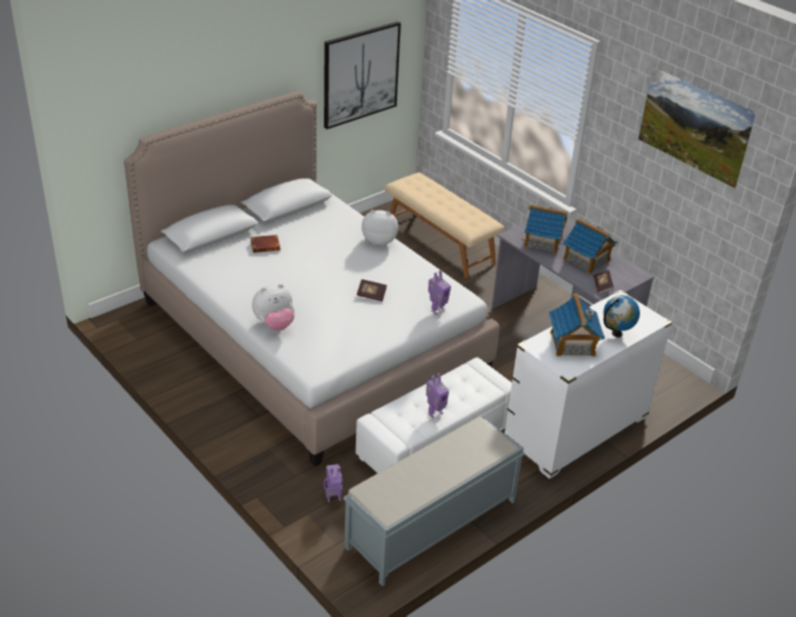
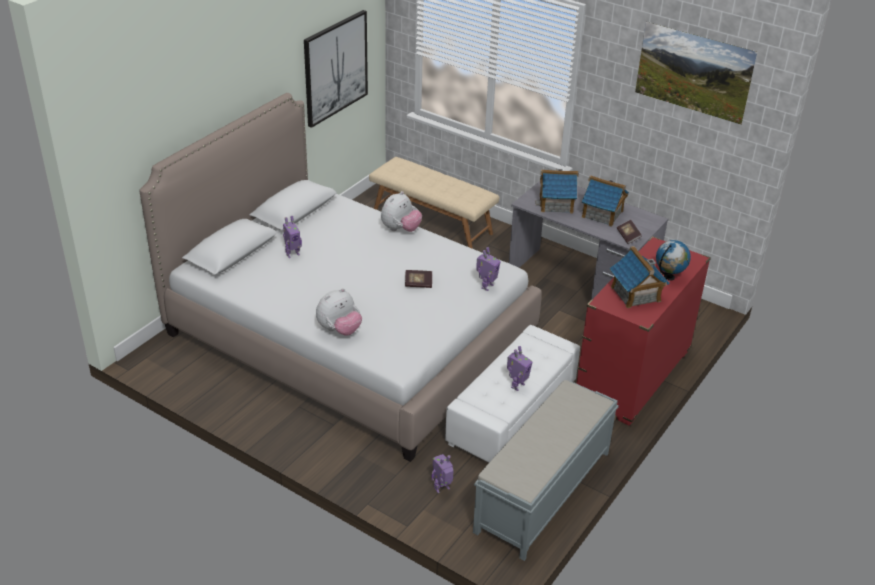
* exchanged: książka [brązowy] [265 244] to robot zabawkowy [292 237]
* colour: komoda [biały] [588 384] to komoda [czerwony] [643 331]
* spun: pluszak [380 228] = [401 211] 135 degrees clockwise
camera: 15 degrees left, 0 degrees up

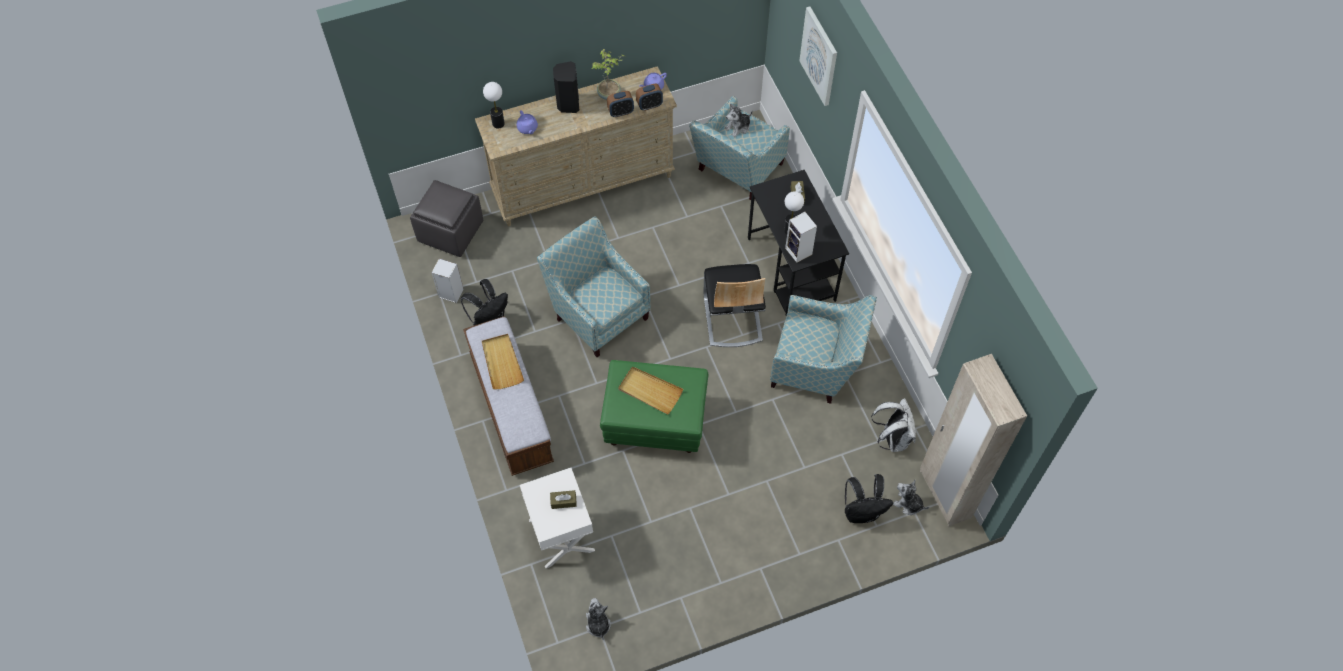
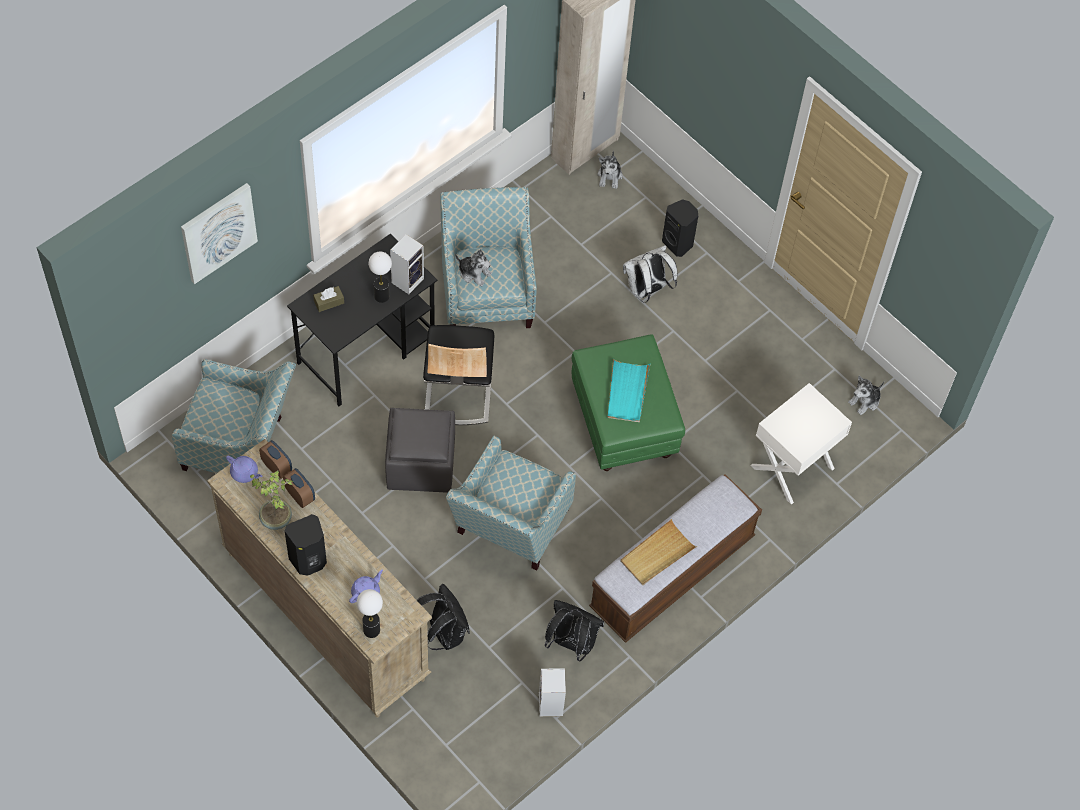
* missing: pudełko chusteczek [brązowy] [563 499]
* appeared: głośnik [czarny] [680 228]
* relocated: pufa [szary] [446 218] to [420 450]
* relocated: pluszak [739 120] to [473 267]
* relocated: plecak [czarny] [869 498] to [443 617]
* relocated: plecak [biały] [893 425] to [650 274]
* colour: taca [beżowy] [650 390] to taca [turkusowy] [628 390]
* spun: krzesło [735 305] = [458 375] 120 degrees clockwise
camera: 115 degrees left, 0 degrees up

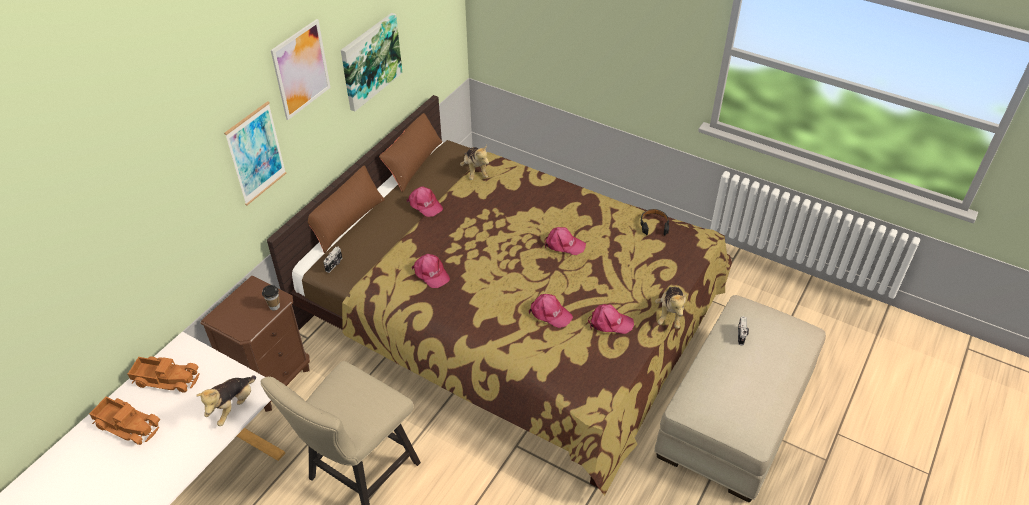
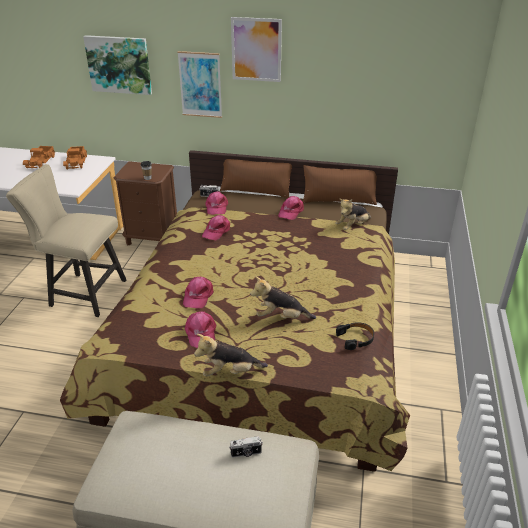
* relocated: pluszak [226 400] to [283 297]
* relocated: obraz [371 62] to [117 65]
* relocated: czapka z daszkiem [różowy] [565 241] to [216 203]
camera: 70 degrees right, 10 degrees down

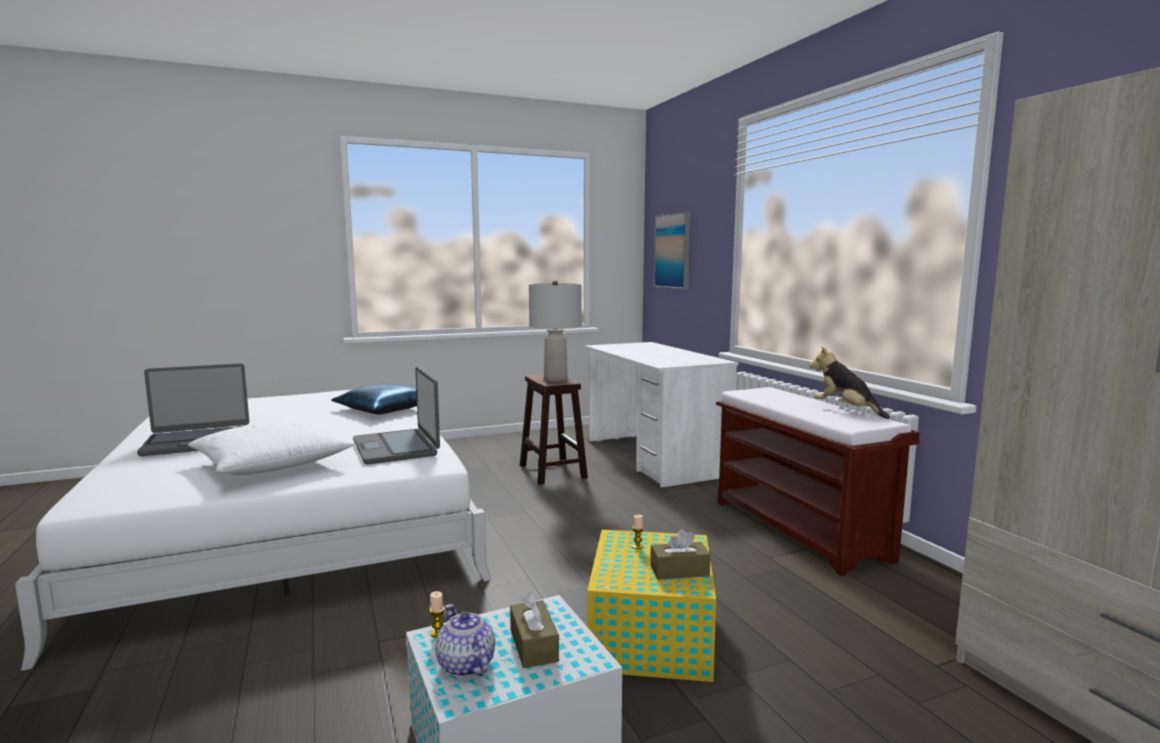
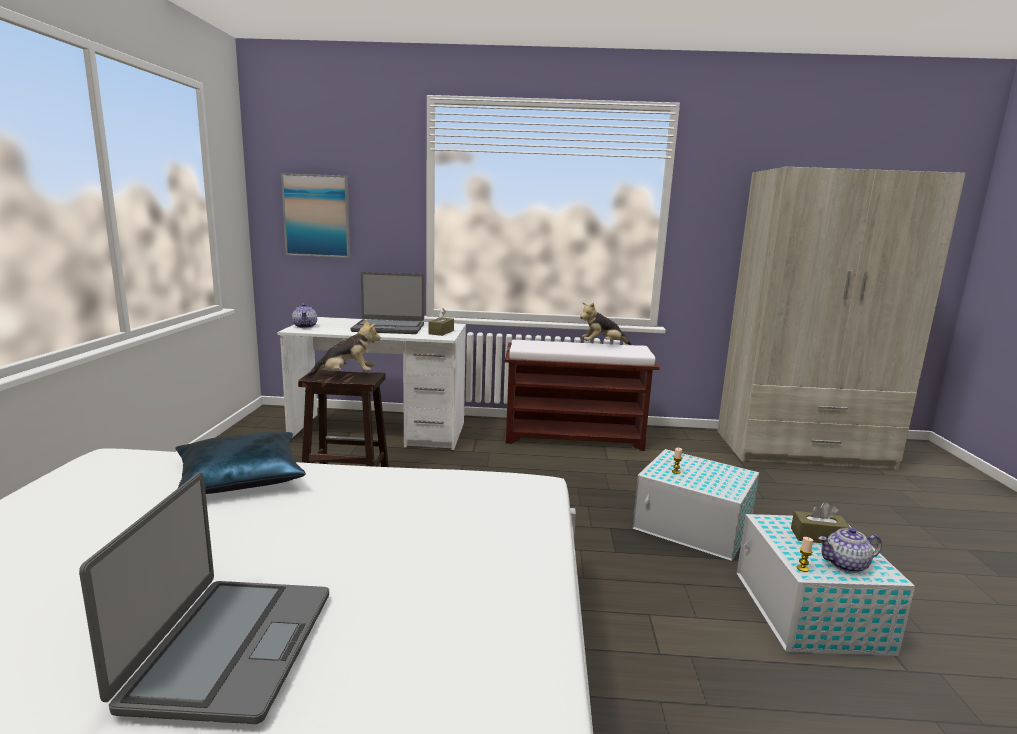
* missing: poduszka [biały] [270 447]
* appeared: imbryk [304 316]
* relocated: laptop [396 415] to [387 303]
* relocated: pudełko chusteczek [brązowy] [680 554] to [441 322]
* exchanged: lampa stołowa [szary] [555 331] to pluszak [343 348]
* colour: pojemnik do przechowywania [żółty] [651 606] to pojemnik do przechowywania [biały] [695 505]
camera: 65 degrees left, 5 degrees up

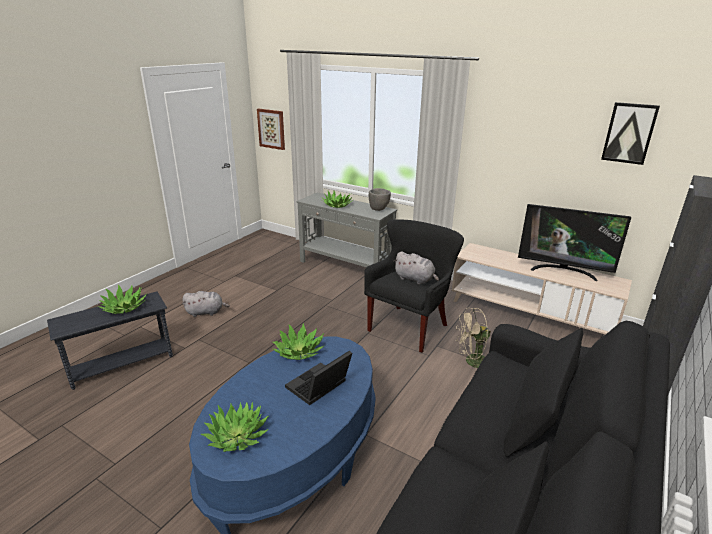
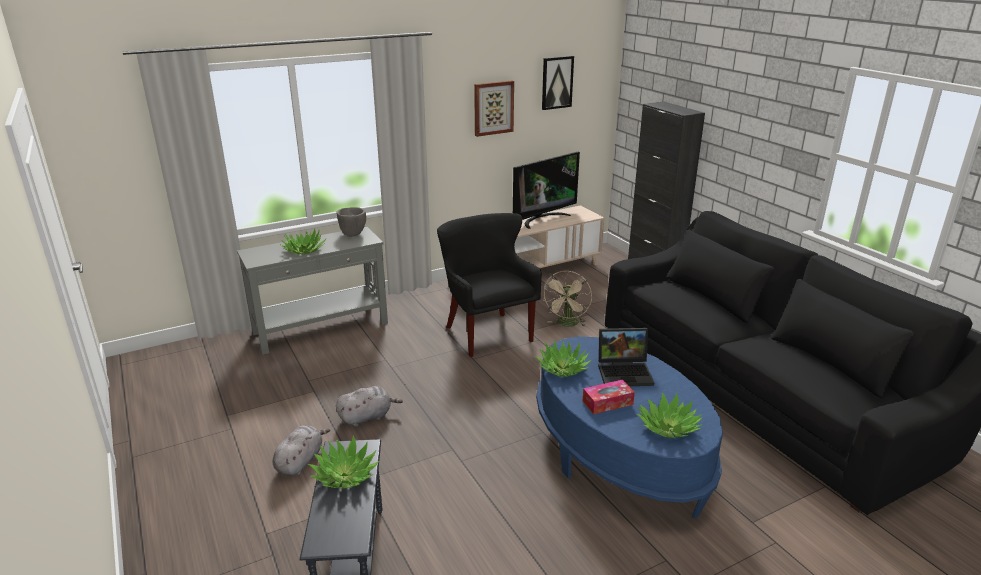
* appeared: pudełko chusteczek [609 397]
* relocated: obraz [271 129] to [494 109]
* relocated: pluszak [szary] [416 268] to [369 406]
* spun: laptop [318 378] = [626 357] 75 degrees counterclockwise
camera: 60 degrees left, 0 degrees up

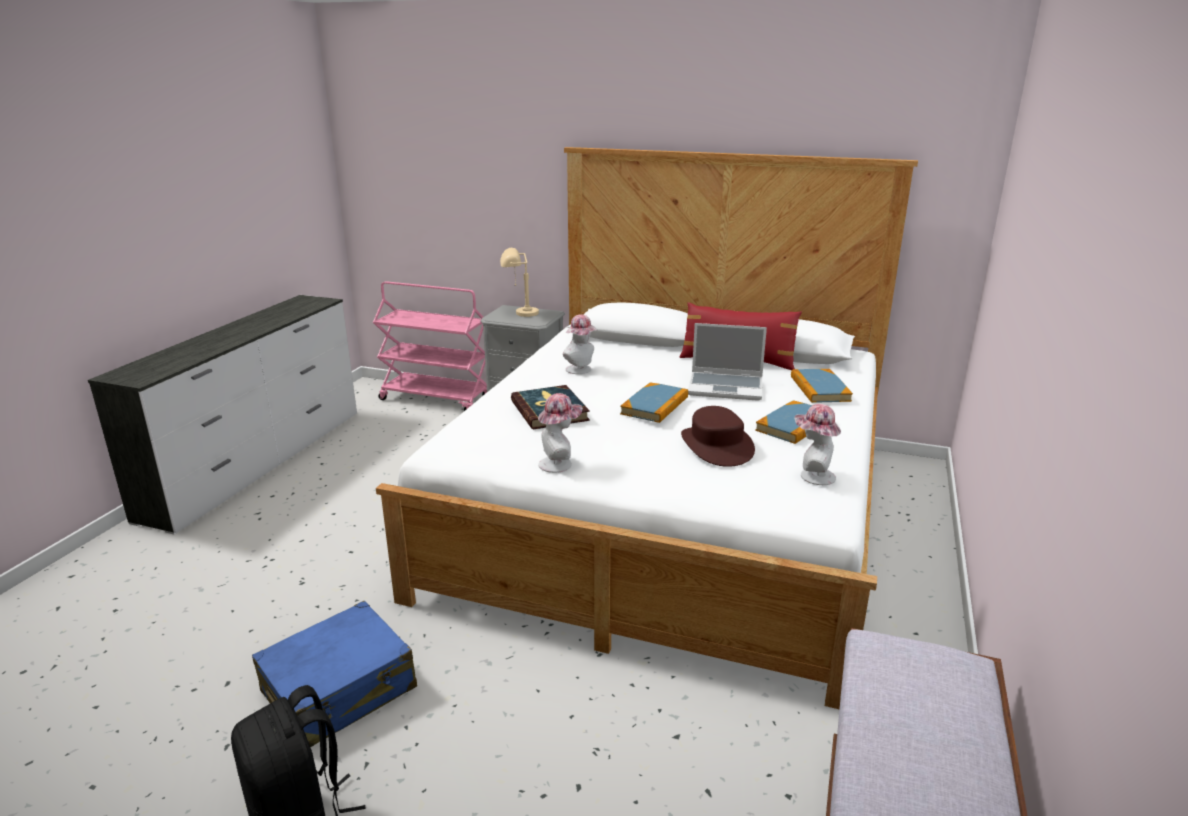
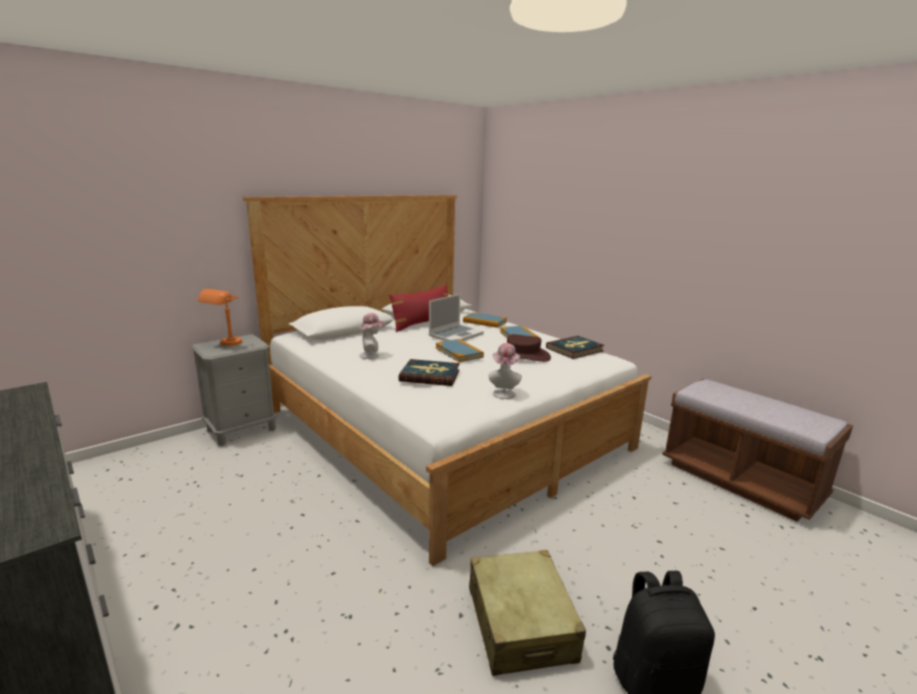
* missing: wózek [różowy] [430 346]
* exchanged: kapelusz [817 444] to książka [575 347]
* colour: walizka [niebieski] [334 674] to walizka [beżowy] [527 613]
* colour: lampa stołowa [beżowy] [519 282] to lampa stołowa [pomarańczowy] [220 317]
camera: 60 degrees left, 5 degrees down

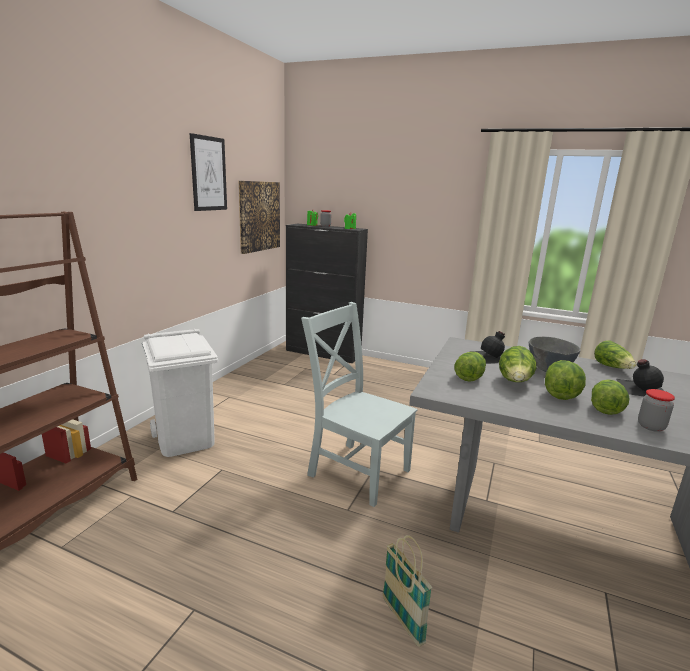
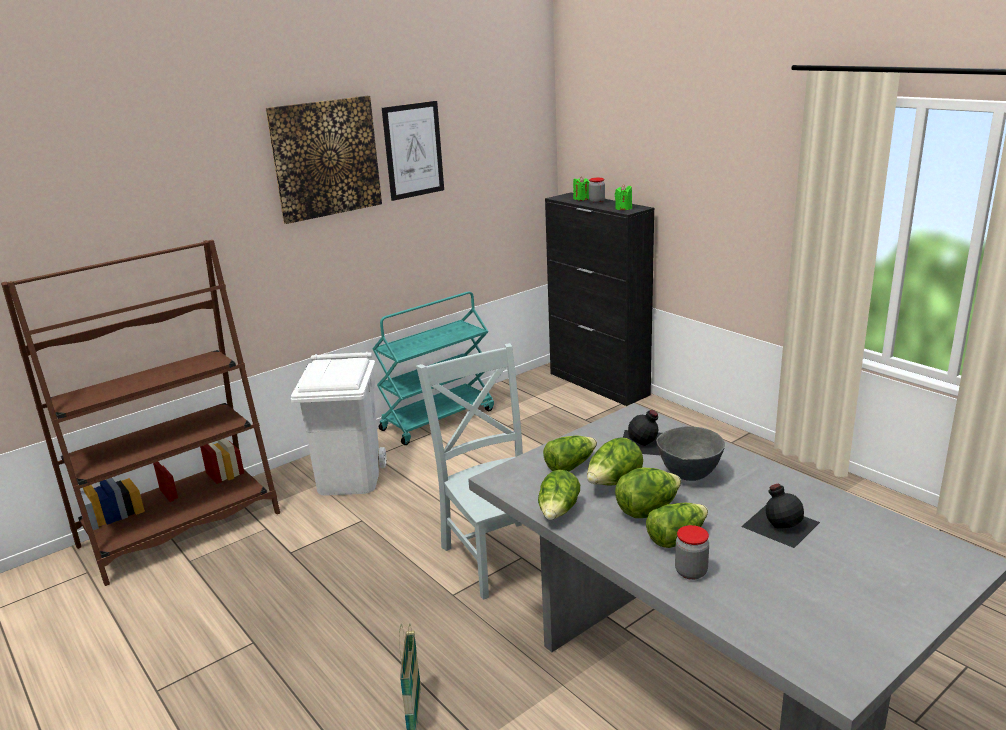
* appeared: wózek [turkusowy] [433 368]
* relocated: obraz [259 217] to [323 160]
* relocated: sałata [615 354] to [559 495]
camera: 30 degrees right, 5 degrees up

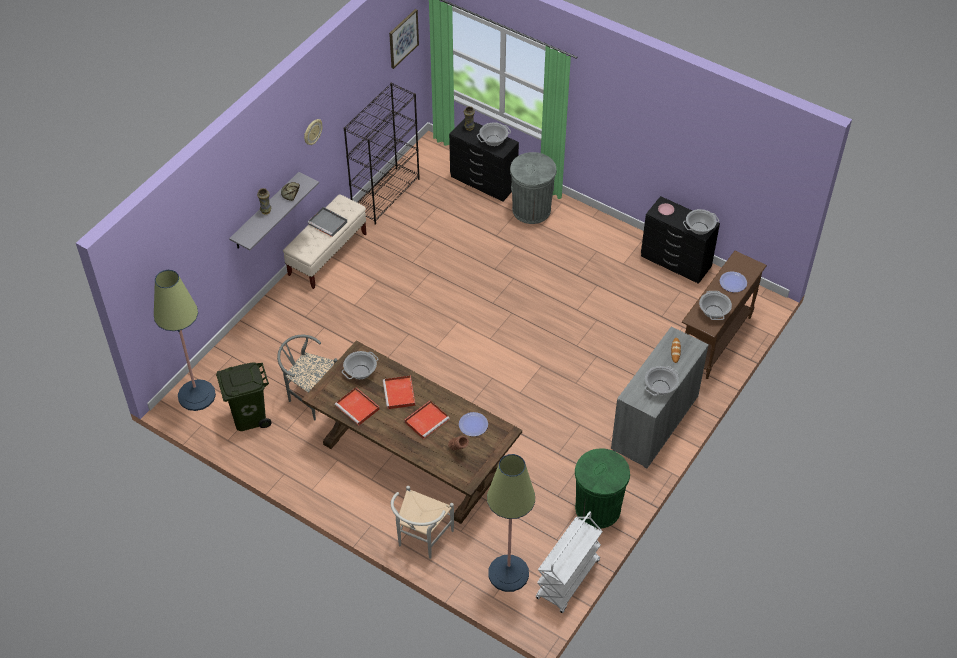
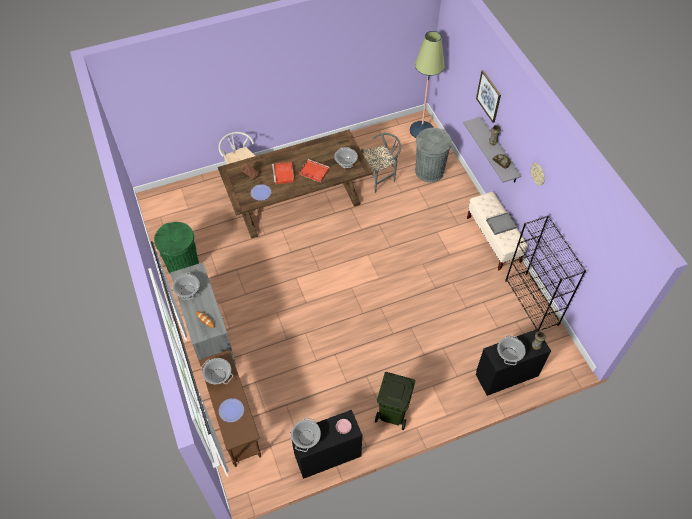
* missing: taca [czerwony] [357 406]
* missing: lampa stojąca [511 523]
* missing: wózek [biały] [569 562]
* relocated: kosz na śmieci [zielony] [244 396] to [395 401]
* relocated: obraz [404 39] to [488 96]
* relocated: kosz na śmieci [szary] [533 188] to [433 155]
camera: 125 degrees right, 5 degrees up

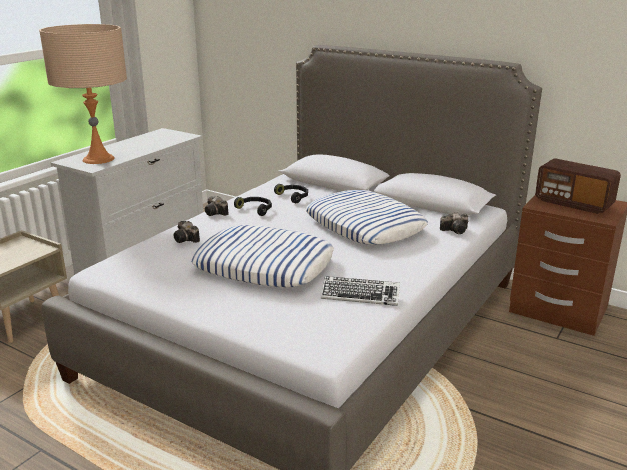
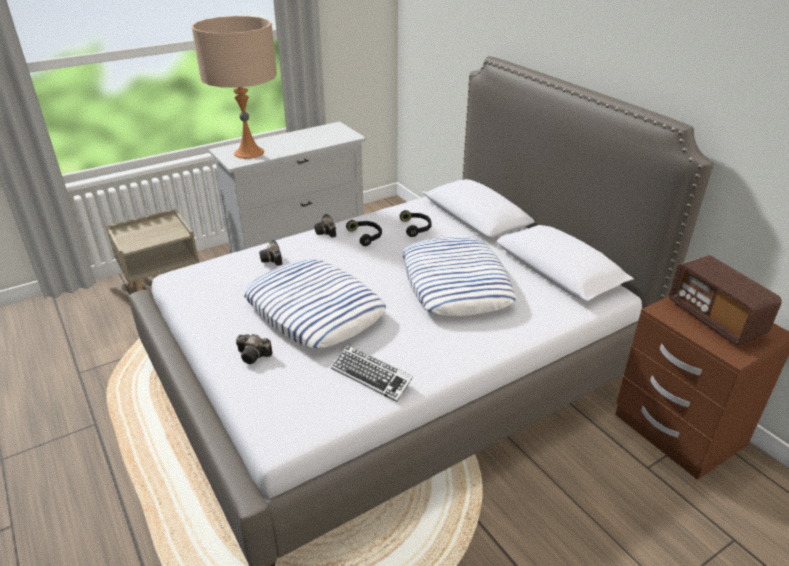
* relocated: aparat fotograficzny [454 223] to [254 349]
camera: 25 degrees right, 10 degrees up

